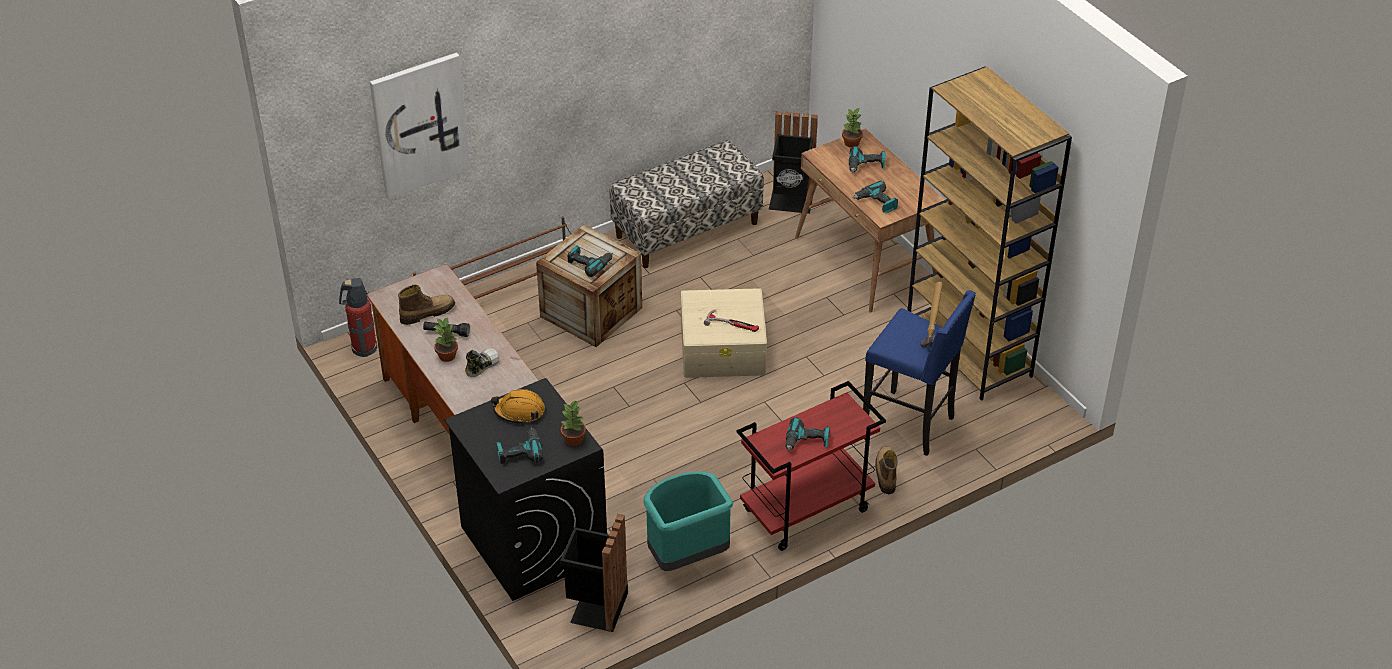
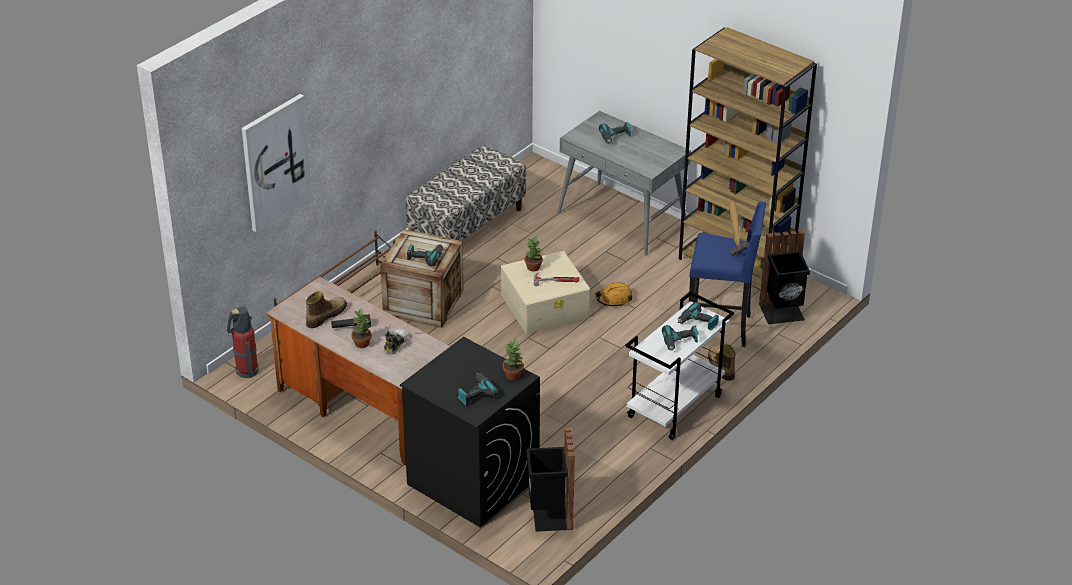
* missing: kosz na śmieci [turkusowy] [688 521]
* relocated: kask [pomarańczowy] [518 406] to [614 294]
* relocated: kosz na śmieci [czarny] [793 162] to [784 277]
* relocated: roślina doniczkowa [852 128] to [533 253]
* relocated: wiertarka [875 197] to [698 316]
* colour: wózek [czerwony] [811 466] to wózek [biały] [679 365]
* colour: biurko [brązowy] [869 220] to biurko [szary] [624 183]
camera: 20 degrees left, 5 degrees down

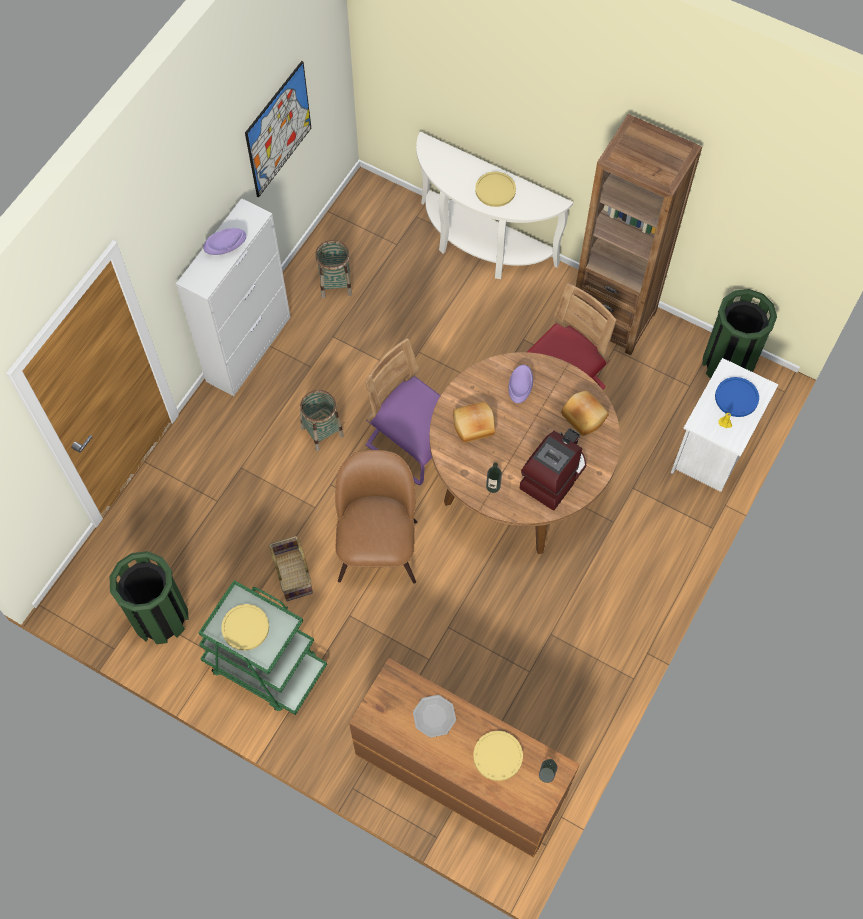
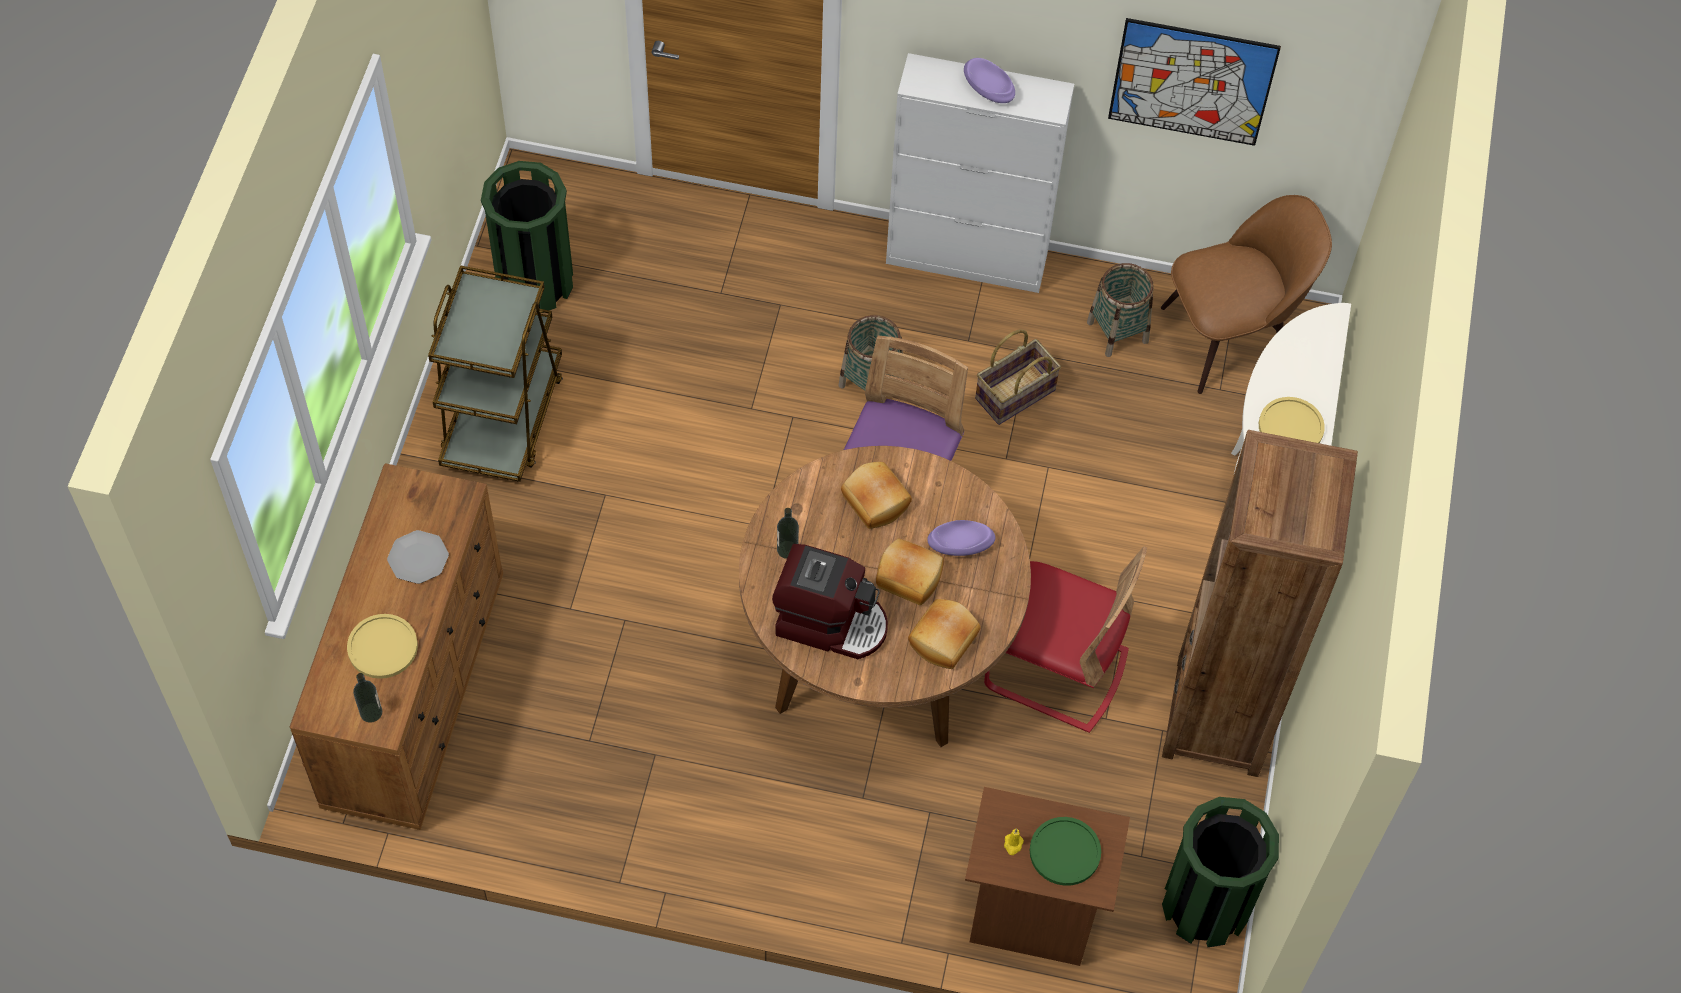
* missing: talerz [żółty] [245 627]
* appeared: chleb [910 572]
* relocated: koszyk [291 568] to [1018 377]
* relocated: krzesło [brązowy] [376 516] to [1246 294]
* colour: wózek [zielony] [262 647] to wózek [brązowy] [495 373]
* colour: szafka nocna [biały] [724 425] to szafka nocna [brązowy] [1047 876]
* colour: talerz [niebieski] [737 397] to talerz [zielony] [1065 851]
camera: 70 degrees right, 5 degrees down

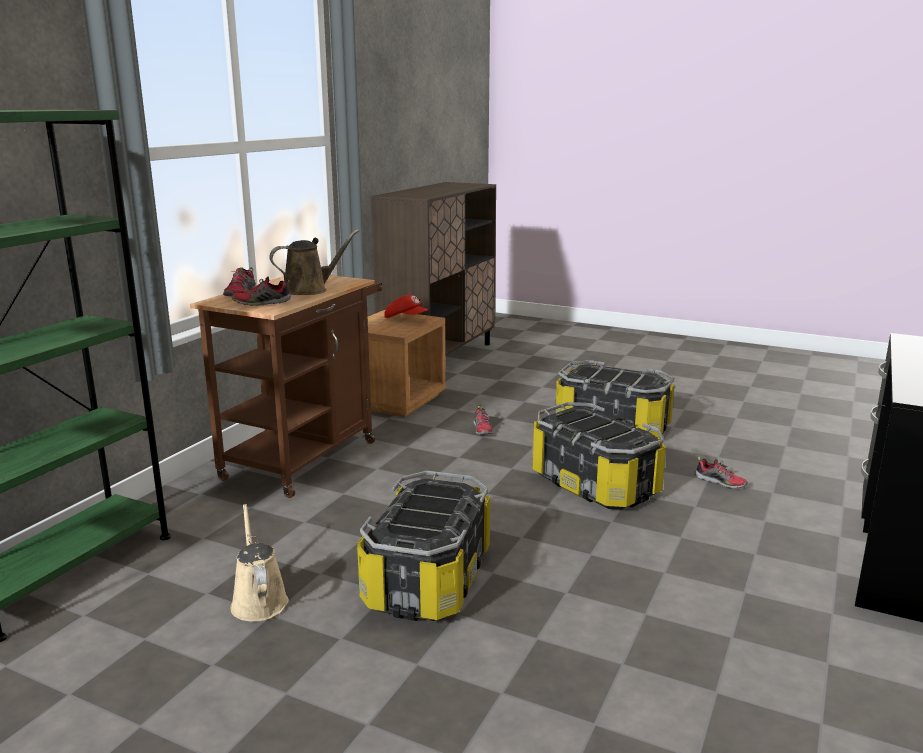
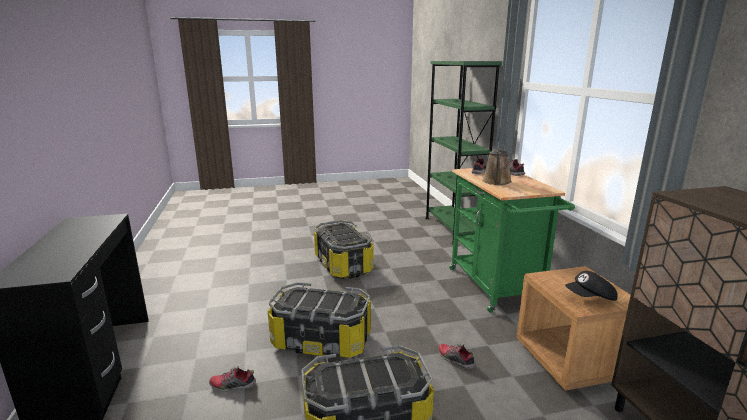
* missing: konewka [beżowy] [259 563]
* colour: wózek [brązowy] [286 386] to wózek [zielony] [512 240]
* colour: czapka z daszkiem [czerwony] [406 306] to czapka z daszkiem [czarny] [591 286]
camera: 140 degrees right, 0 degrees up

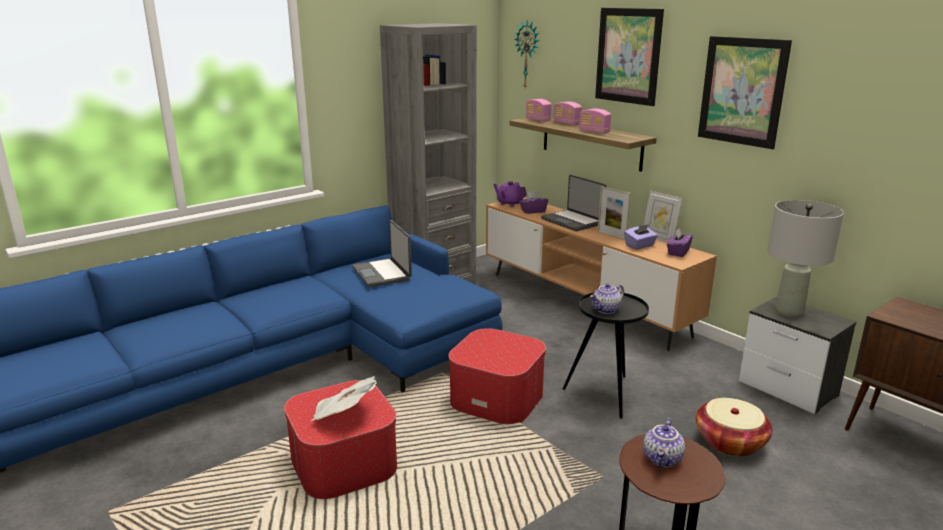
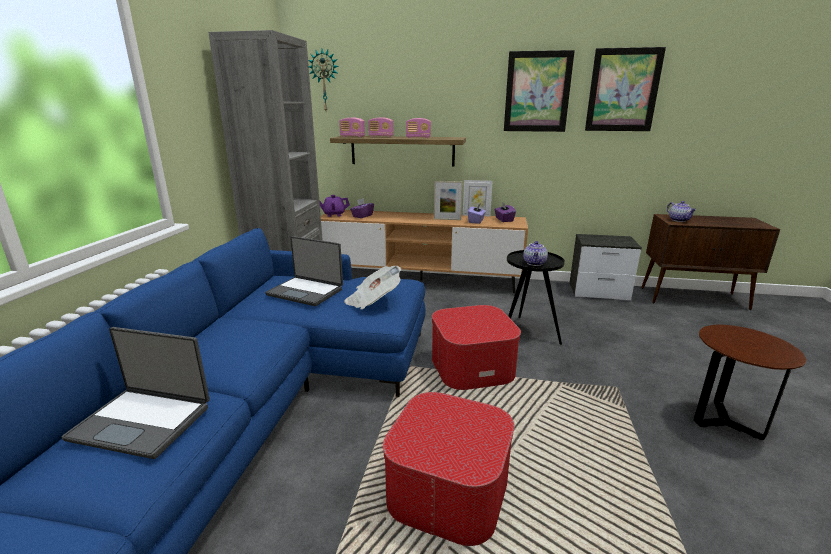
* missing: koszyk [734 427]
* missing: lampa stołowa [szary] [805 259]
* relocated: gazeta [344 398] to [373 287]
* relocated: laptop [574 203] to [135 393]
* relocated: obraz [629 57] to [625 89]
* relocated: imbryk [664 442] to [682 211]
camera: 40 degrees left, 0 degrees up

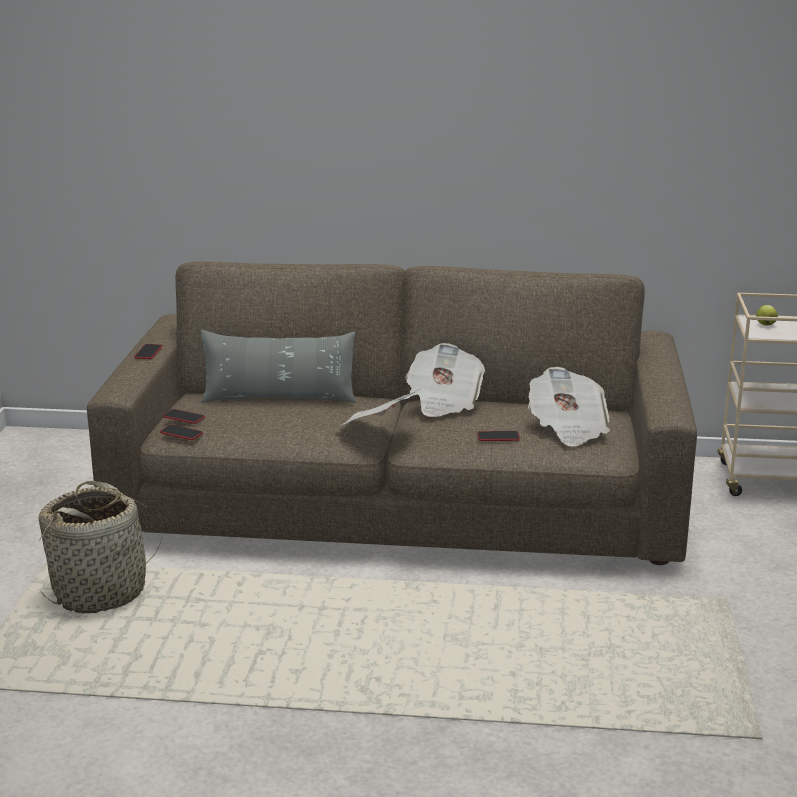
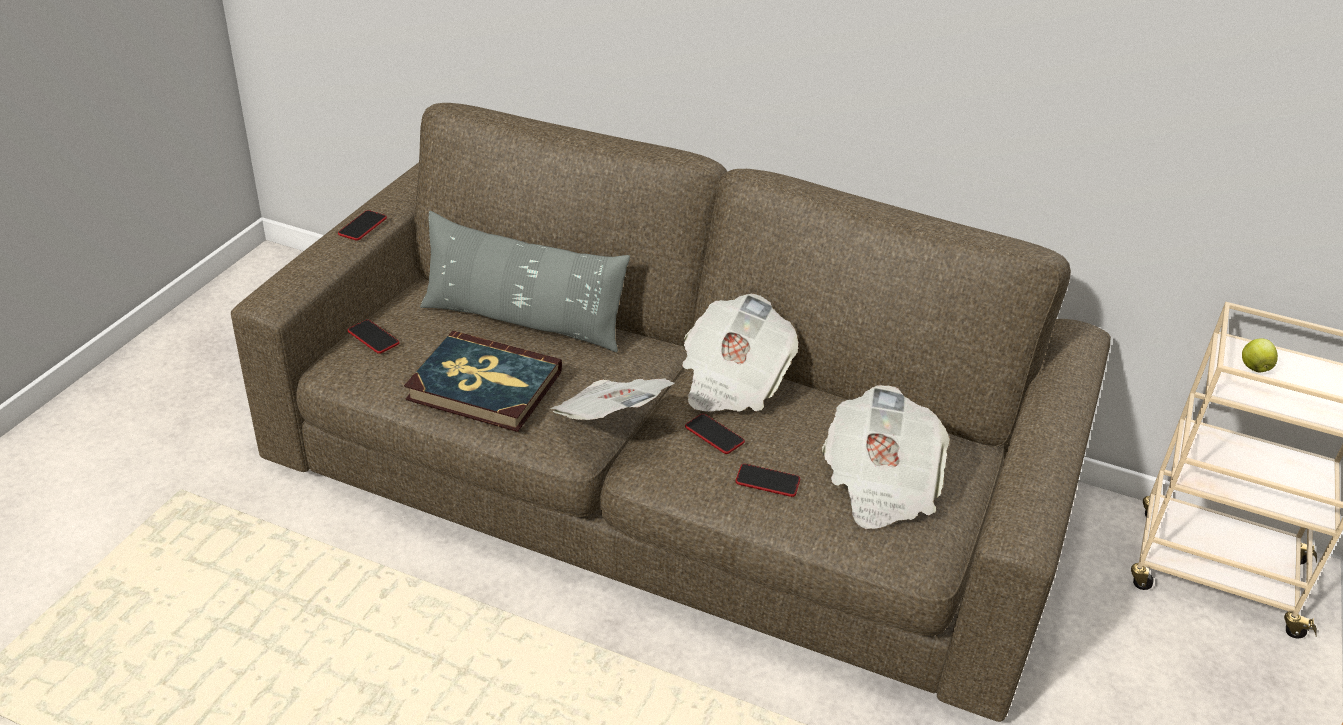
* missing: koszyk [100 547]
* appeared: książka [483 381]
* relocated: telefon [181 432] to [715 434]
camera: 15 degrees right, 15 degrees up

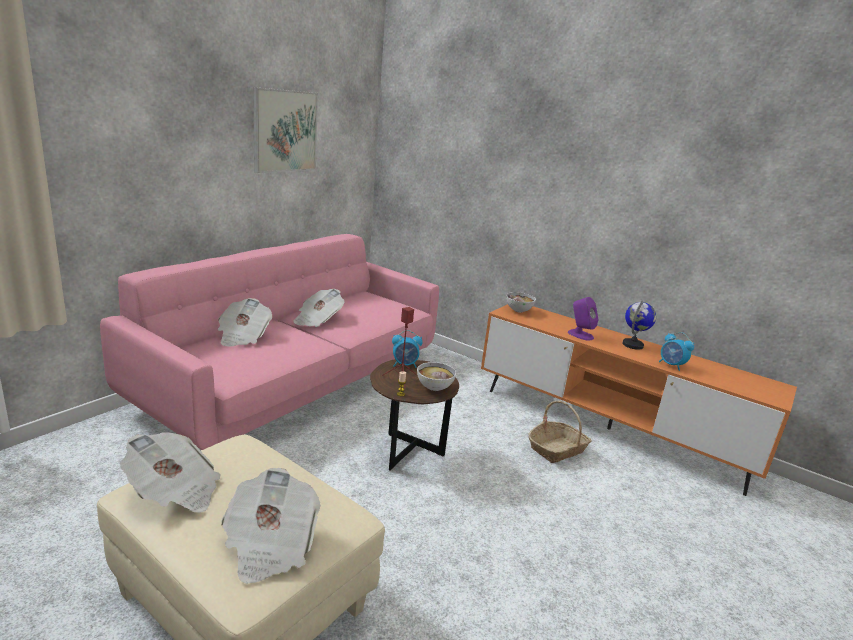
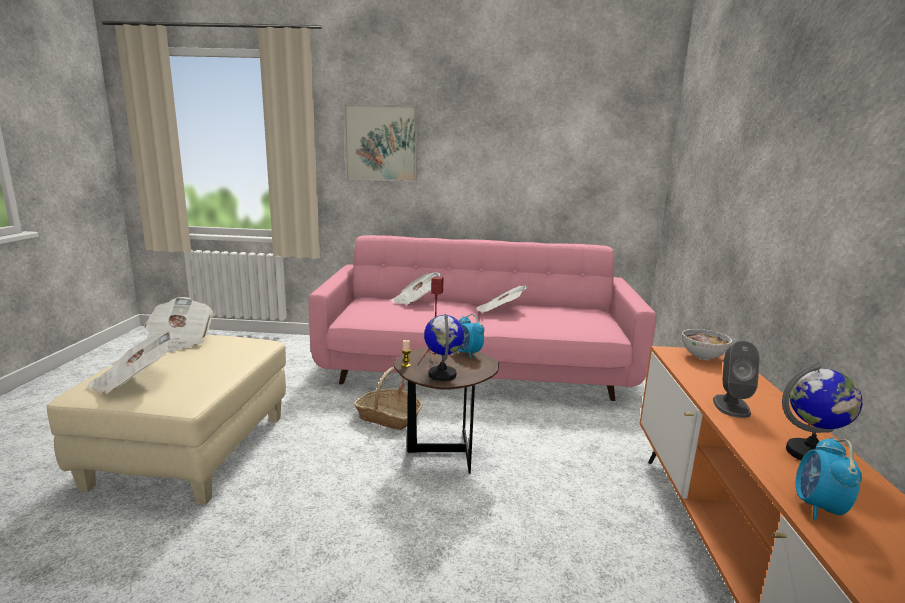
* relocated: obraz [285 130] to [381 143]
* relocated: koszyk [560 431] to [388 398]
* exchanged: miska [436 376] to globus [444 347]
* colour: głośnik [fioletowy] [583 318] to głośnik [szary] [736 379]
camera: 60 degrees right, 5 degrees down

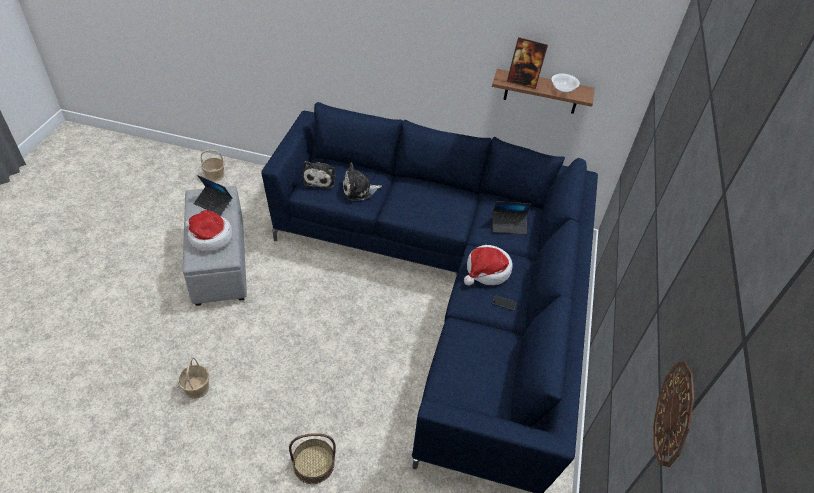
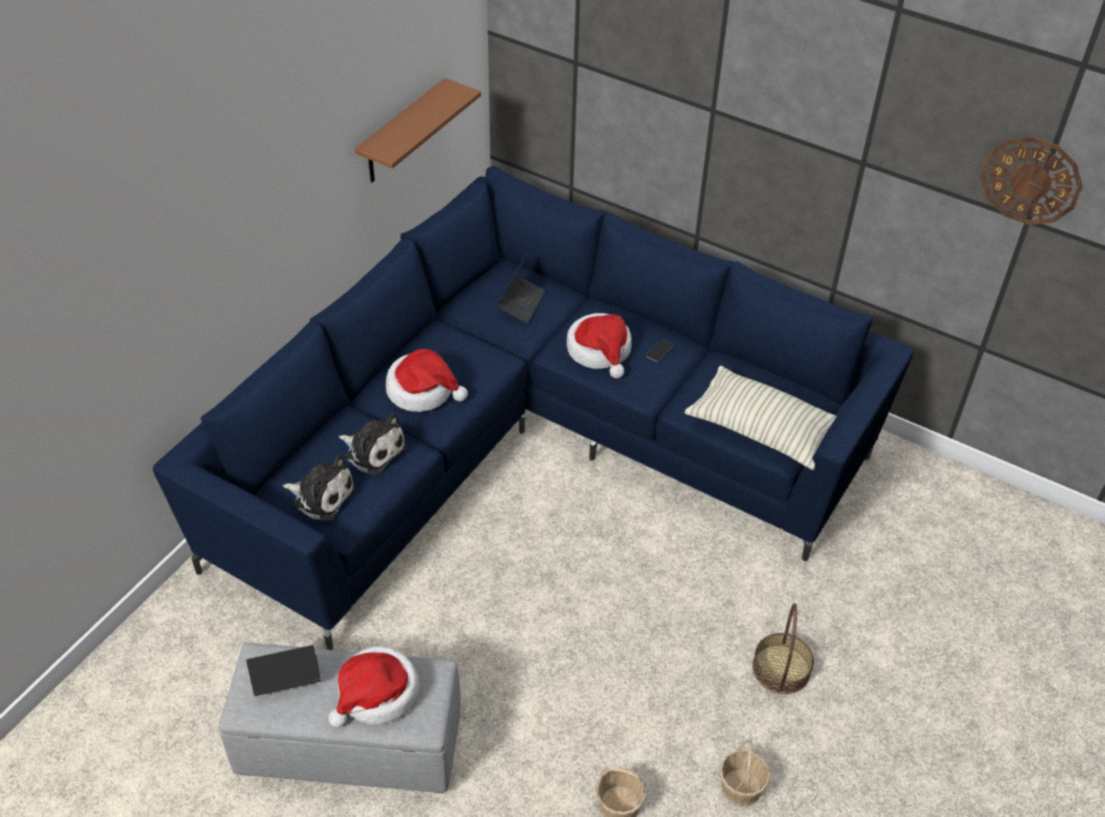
* missing: ramka na zdjęcie [527 63]
* missing: miska [566 82]
* appeared: kapelusz [427 380]
* appeared: poduszka [761 418]
* relocated: koszyk [213 165] to [745 773]
* spun: laptop [213 195] = [283 670] 150 degrees counterclockwise
* spun: pluszak [362 182] = [373 444] 60 degrees counterclockwise
camera: 70 degrees left, 0 degrees up

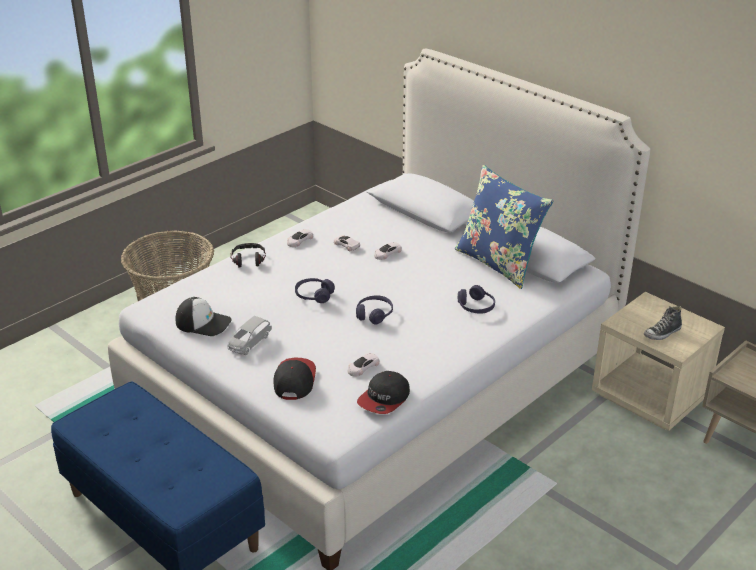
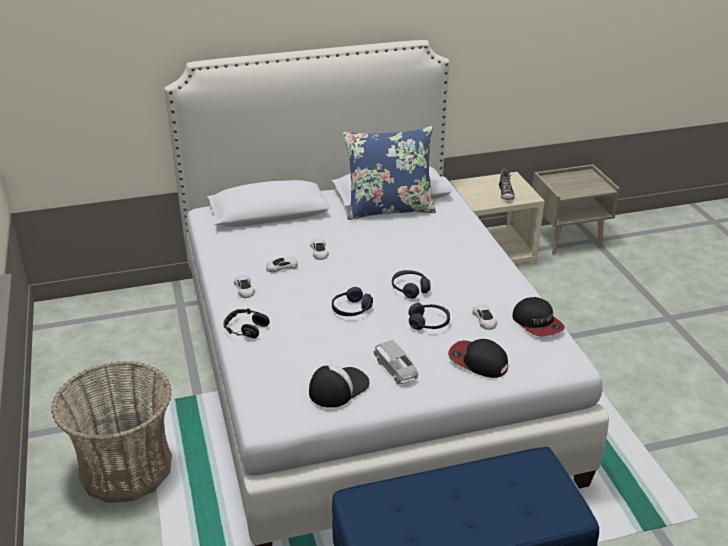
* relocated: słuchawki [fioletowy] [476 299] to [429 316]
camera: 60 degrees left, 0 degrees up

